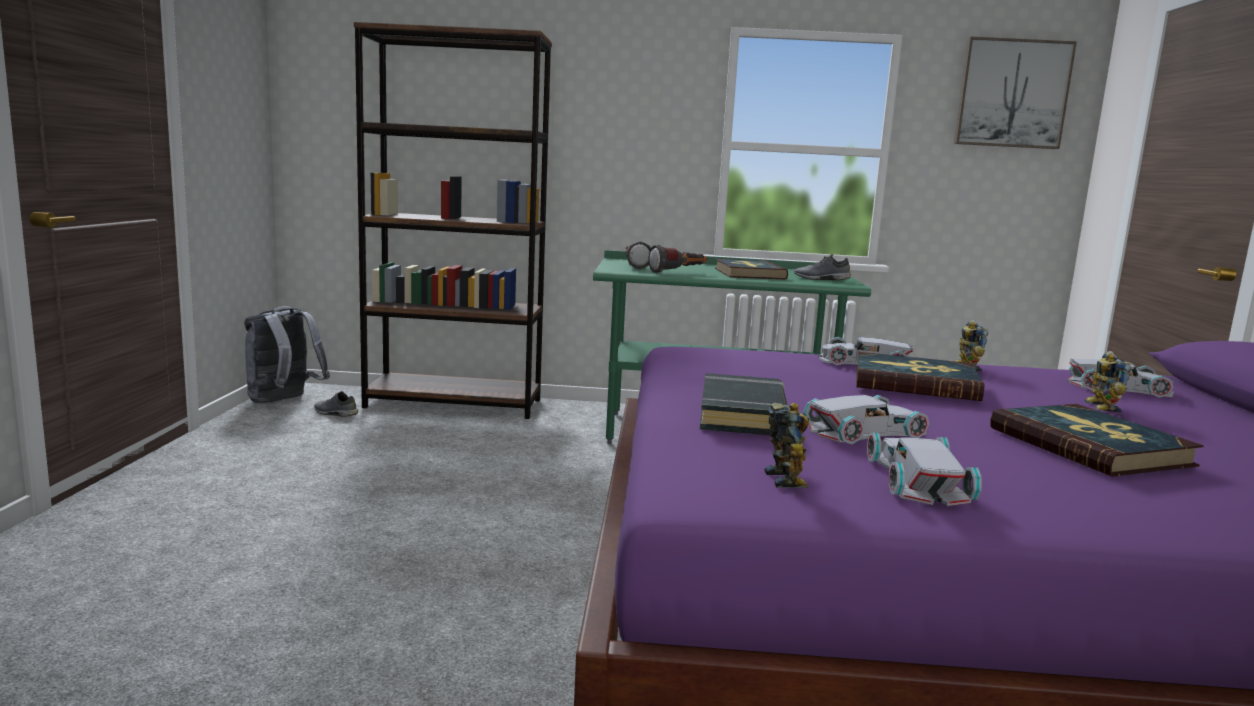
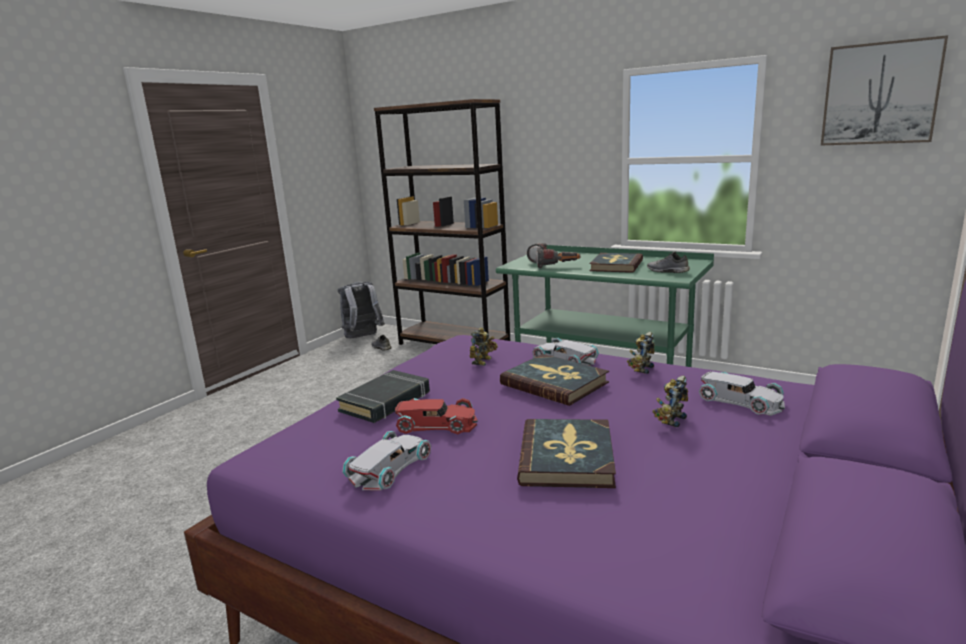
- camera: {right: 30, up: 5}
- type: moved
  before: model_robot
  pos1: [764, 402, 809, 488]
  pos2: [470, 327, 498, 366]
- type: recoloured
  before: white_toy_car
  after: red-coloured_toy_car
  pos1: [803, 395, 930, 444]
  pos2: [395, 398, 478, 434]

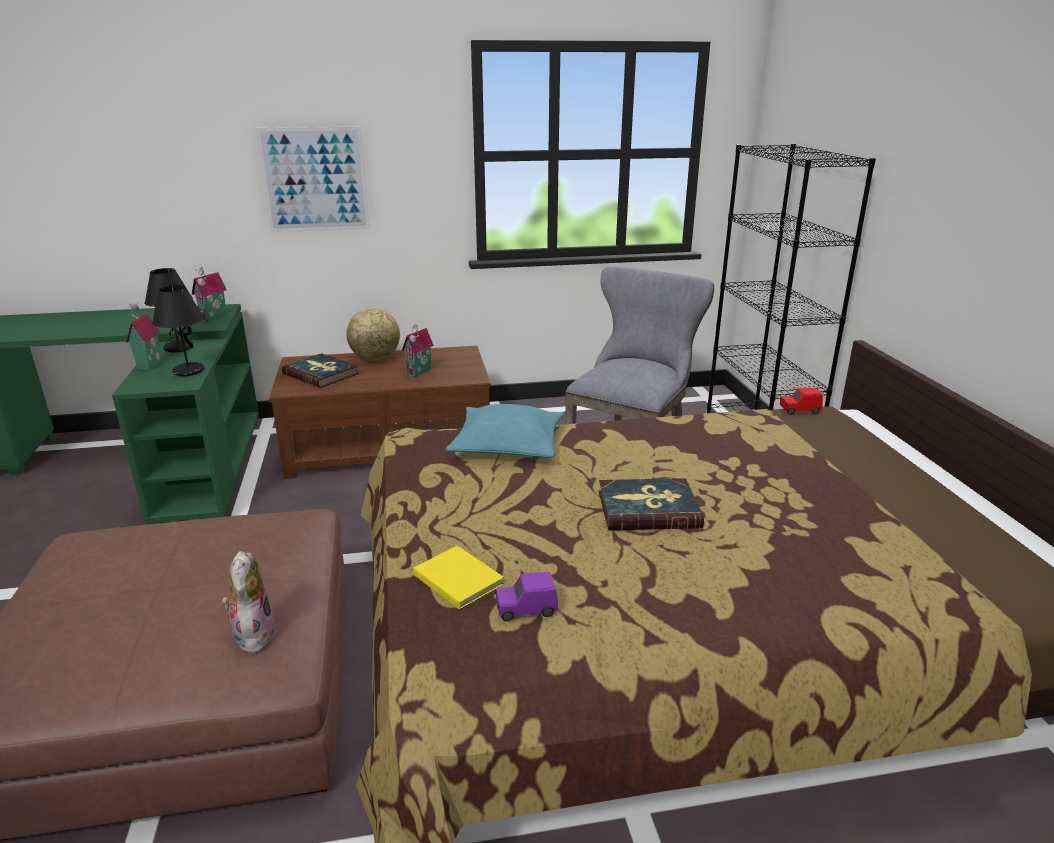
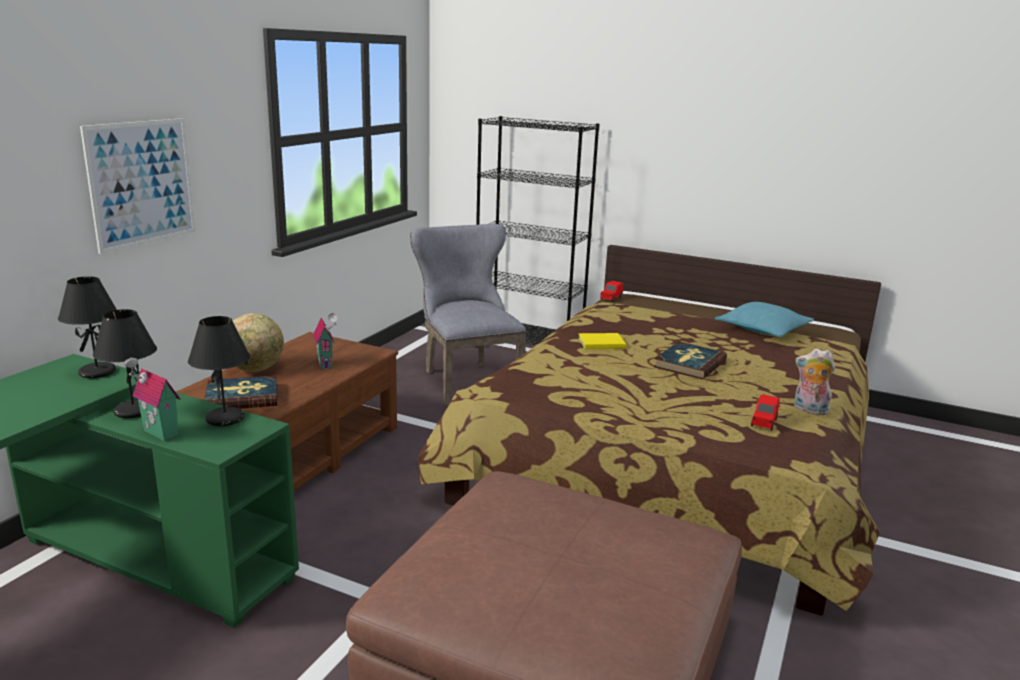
- camera: {right: -55, up: -5}
- type: moved
  before: plush_toy
  pos1: [222, 551, 276, 653]
  pos2: [794, 349, 835, 415]
- type: moved
  before: yellow_volume
  pos1: [413, 546, 504, 610]
  pos2: [578, 333, 626, 349]
- type: moved
  before: turquoise_pillow
  pos1: [446, 404, 564, 458]
  pos2: [715, 302, 814, 337]
- type: replaced
  before: toy_house
  after: black_lamp_for_a_table
  pos1: [192, 267, 227, 322]
  pos2: [58, 276, 117, 378]
- type: recoloured
  before: purple-coloured_toy_car
  after: red-coloured_toy_car
  pos1: [494, 572, 558, 621]
  pos2: [751, 394, 780, 431]

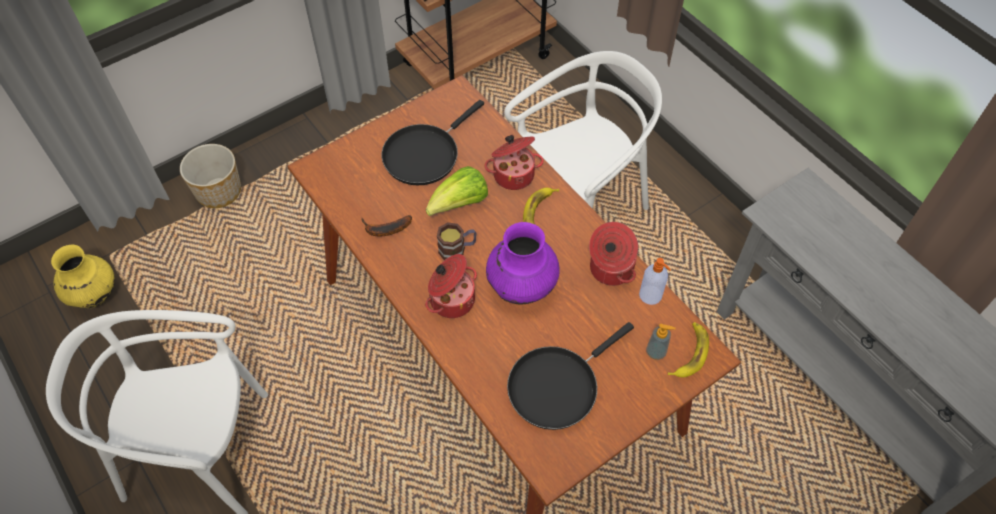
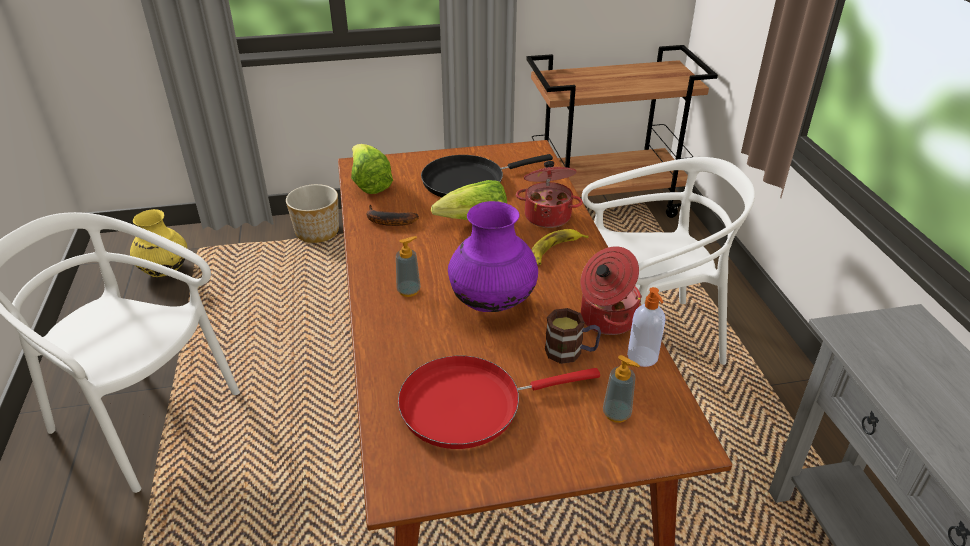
- camera: {right: 25, up: -20}
- type: removed
  before: whole_banana
  pos1: [668, 322, 709, 377]
- type: added
  after: lettuce
  pos2: [351, 144, 393, 194]
- type: moved
  before: coffee_mug
  pos1: [437, 222, 476, 260]
  pos2: [545, 308, 601, 364]
- type: replaced
  before: saucepot
  after: soap_dispenser
  pos1: [425, 254, 477, 318]
  pos2: [396, 236, 421, 297]
- type: recoloured
  before: black_pan
  after: red-coloured_pan
  pos1: [507, 322, 634, 430]
  pos2: [398, 356, 600, 449]

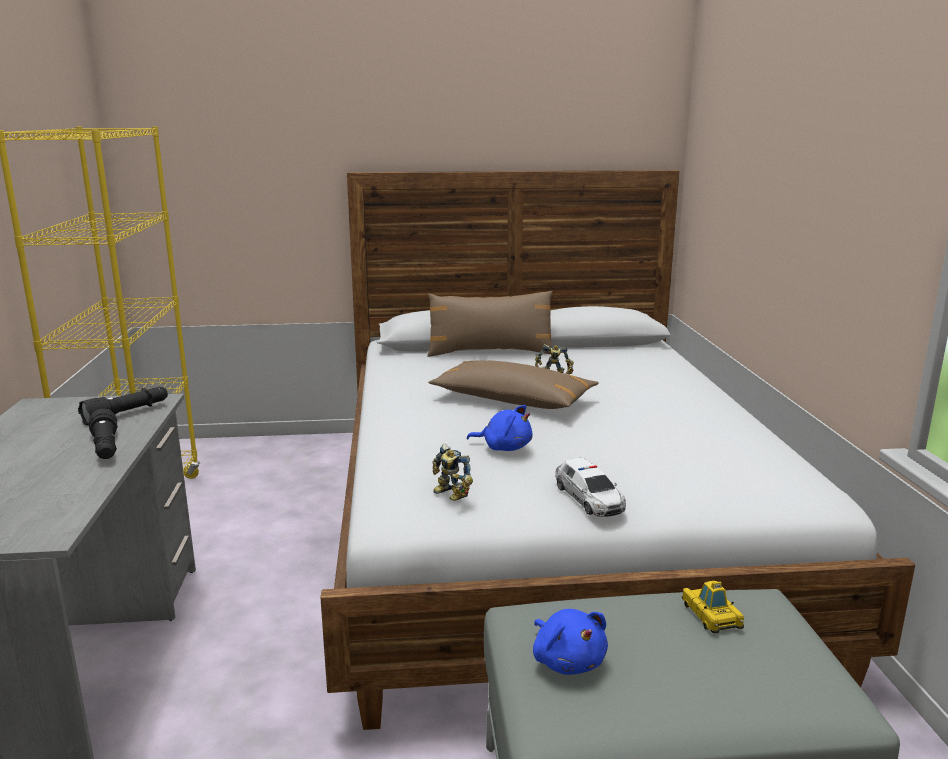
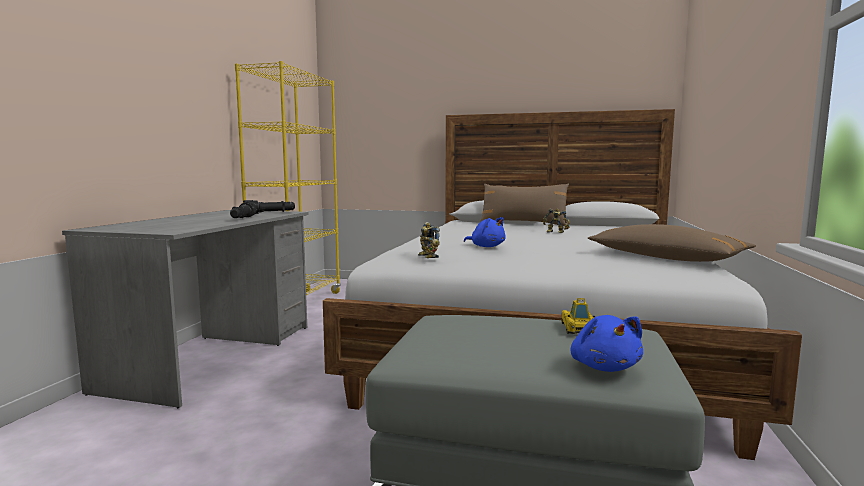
- camera: {right: 20, up: -10}
- type: removed
  before: toy_car
  pos1: [555, 458, 626, 517]
- type: moved
  before: brownish_pillow
  pos1: [428, 360, 599, 409]
  pos2: [588, 224, 756, 262]
- type: moved
  before: blue-coloured_plush_toy
  pos1: [533, 609, 608, 675]
  pos2: [571, 315, 643, 372]

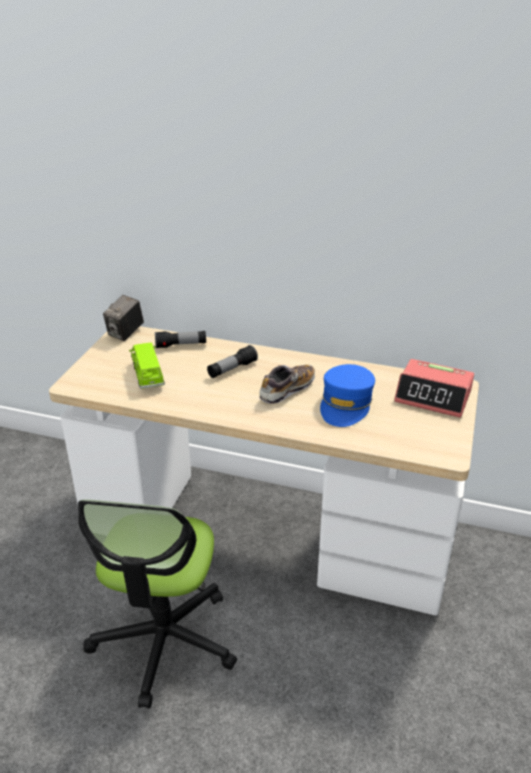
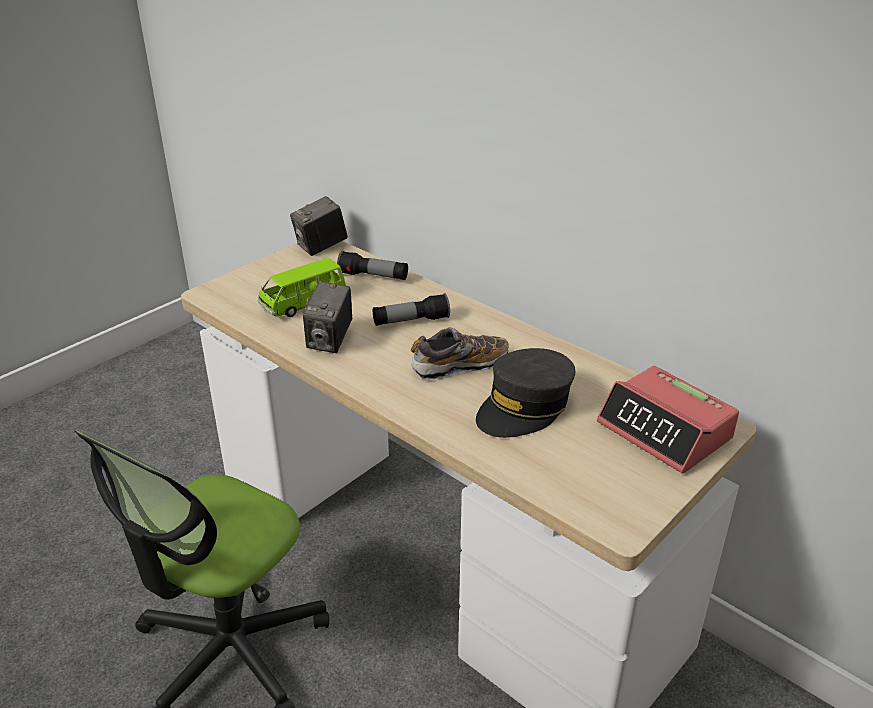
- camera: {right: 25, up: 0}
- type: added
  after: still_camera
  pos2: [303, 281, 352, 353]
- type: recoloured
  before: blue-coloured_peaked_cap
  after: gray_peaked_cap
  pos1: [320, 364, 375, 427]
  pos2: [476, 348, 575, 438]
- type: turned
  before: green-coloured_toy_car
  pos1: [129, 342, 165, 389]
  pos2: [258, 258, 346, 317]
  turn: -135

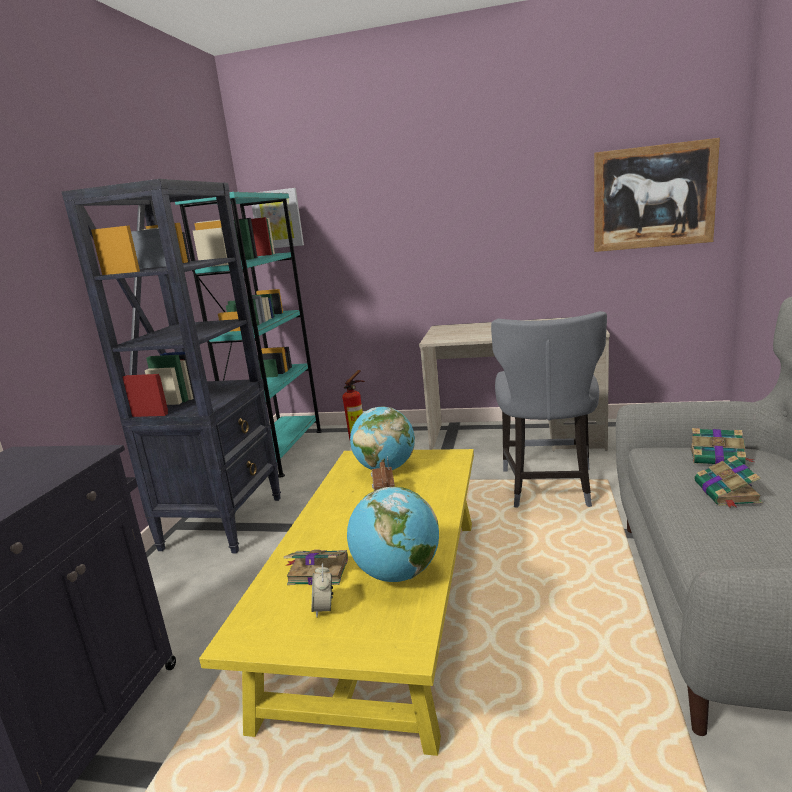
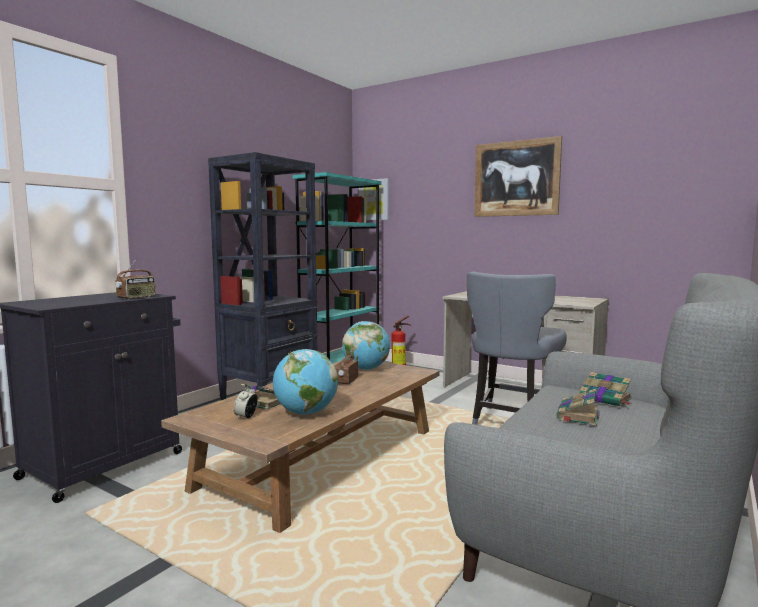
- camera: {right: 20, up: -10}
- type: added
  after: radio_set
  pos2: [115, 258, 156, 299]
- type: moved
  before: picture
  pos1: [594, 138, 720, 252]
  pos2: [474, 136, 562, 217]
- type: recoloured
  before: yellow_coffee_table
  after: brownish_coffee_table
  pos1: [199, 449, 474, 756]
  pos2: [161, 361, 439, 533]

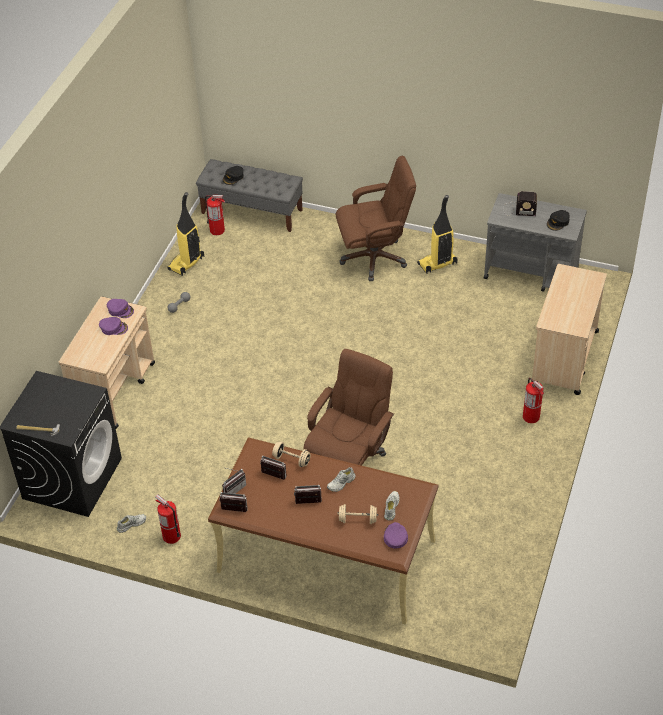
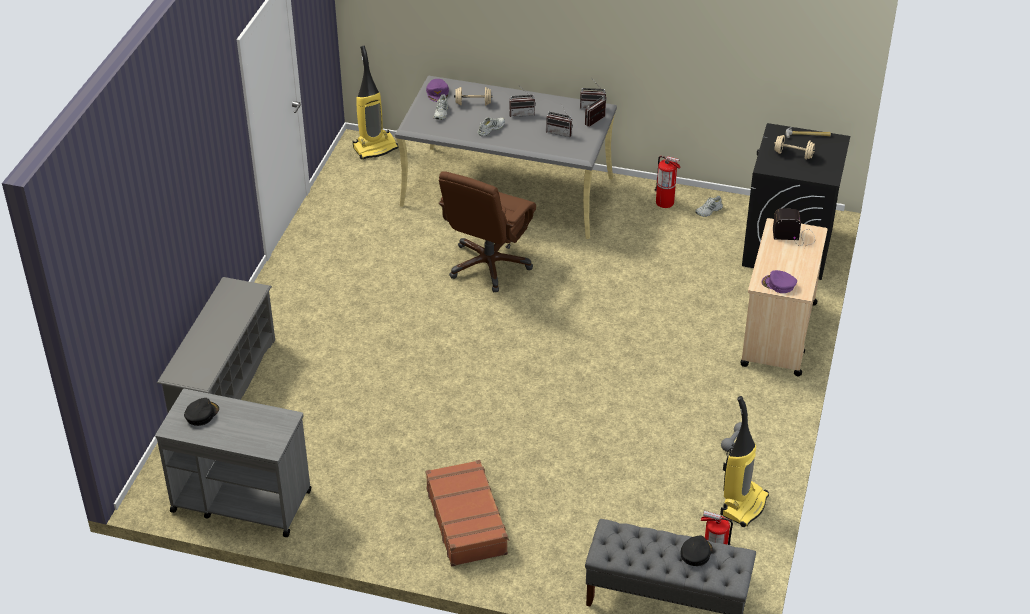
- camera: {right: 175, up: -5}
- type: removed
  before: purple-coloured_peaked_cap
  pos1: [99, 317, 128, 335]
- type: removed
  before: fire-fighting_cylinder
  pos1: [523, 378, 544, 423]
- type: moved
  before: sand-coloured_free_weight
  pos1: [272, 442, 310, 467]
  pos2: [774, 135, 815, 160]
- type: moved
  before: hoover
  pos1: [417, 195, 457, 274]
  pos2: [352, 46, 399, 159]
- type: moved
  before: radio_set
  pos1: [503, 191, 537, 216]
  pos2: [773, 209, 815, 247]
- type: replaced
  before: brownish_desk_chair
  after: brownish_suitcase
  pos1: [336, 156, 416, 281]
  pos2: [426, 460, 510, 566]
- type: replaced
  before: sand-coloured_cart
  after: gray_shoe_stand
  pos1: [531, 264, 607, 395]
  pos2: [157, 277, 275, 413]
- type: recoloured
  before: brownish_desk
  after: gray_desk
  pos1: [208, 437, 438, 624]
  pos2: [395, 76, 617, 239]

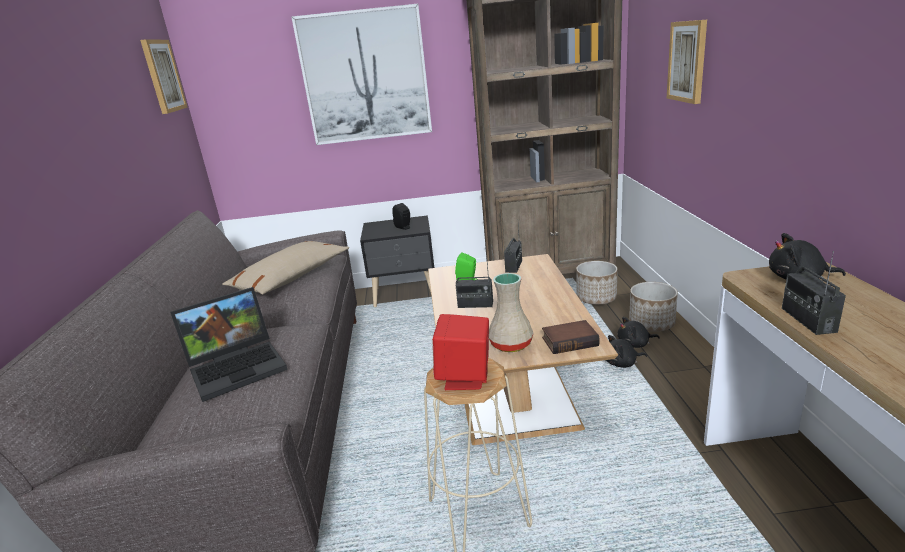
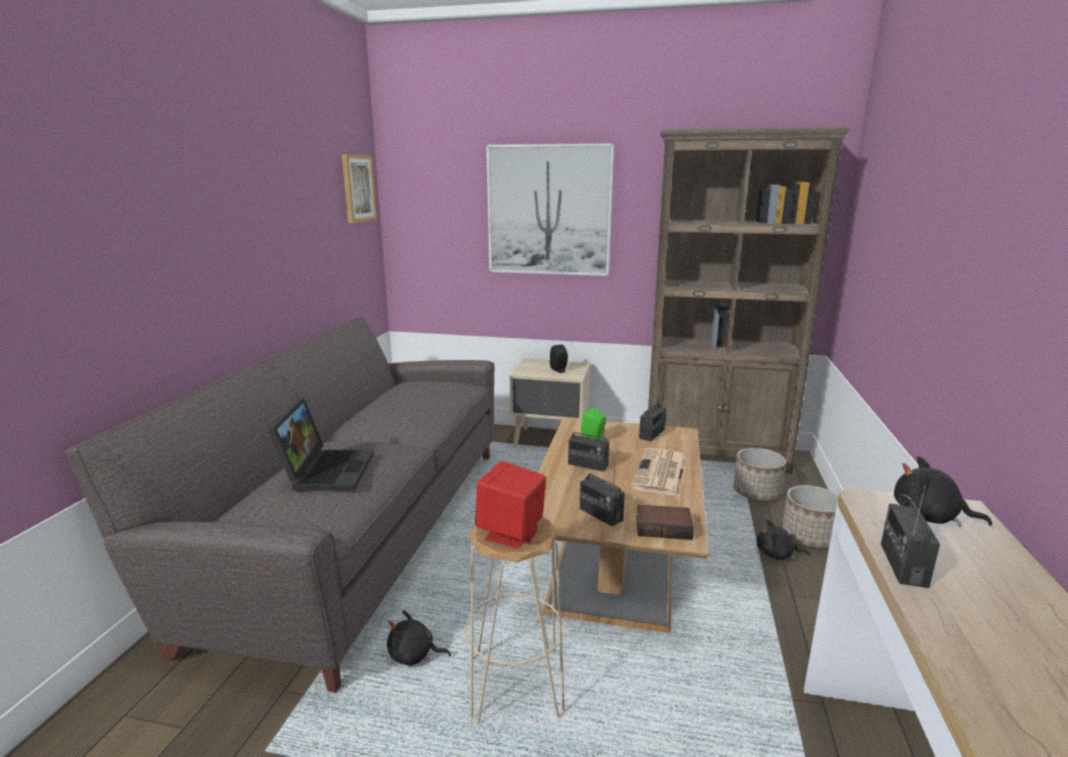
- camera: {right: 15, up: -5}
- type: removed
  before: sand-coloured_pillow
  pos1: [222, 241, 349, 295]
- type: removed
  before: picture
  pos1: [667, 20, 707, 104]
- type: added
  after: printed_paper
  pos2: [631, 448, 687, 497]
- type: moved
  before: black_plush_toy
  pos1: [606, 335, 647, 368]
  pos2: [387, 610, 451, 666]
- type: replaced
  before: sand-coloured_vase
  after: radio_set
  pos1: [489, 273, 533, 352]
  pos2: [580, 463, 625, 526]
- type: recoloured
  before: black_nightstand
  after: sand-coloured_nightstand
  pos1: [360, 215, 435, 307]
  pos2: [510, 358, 591, 448]
- type: turned
  before: notebook_computer
  pos1: [170, 287, 288, 402]
  pos2: [268, 398, 374, 491]
  turn: -75

